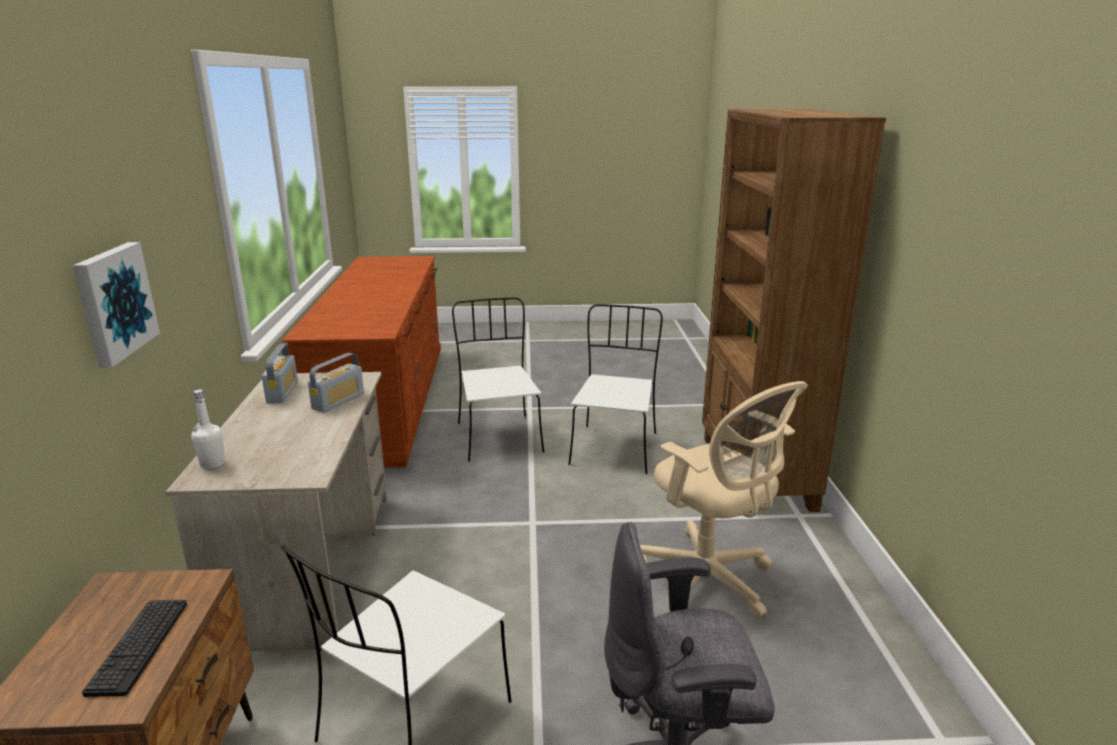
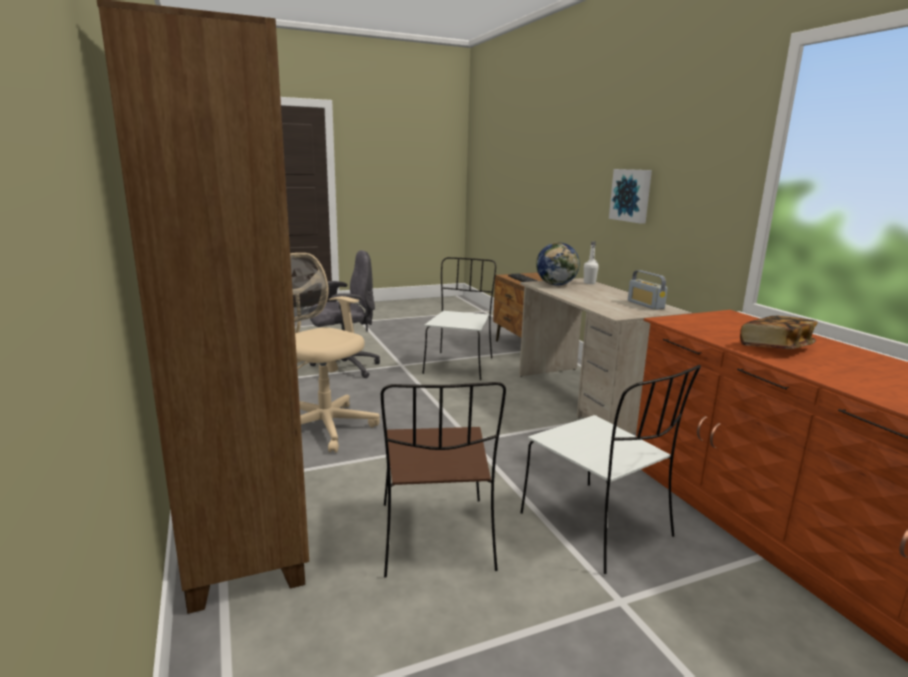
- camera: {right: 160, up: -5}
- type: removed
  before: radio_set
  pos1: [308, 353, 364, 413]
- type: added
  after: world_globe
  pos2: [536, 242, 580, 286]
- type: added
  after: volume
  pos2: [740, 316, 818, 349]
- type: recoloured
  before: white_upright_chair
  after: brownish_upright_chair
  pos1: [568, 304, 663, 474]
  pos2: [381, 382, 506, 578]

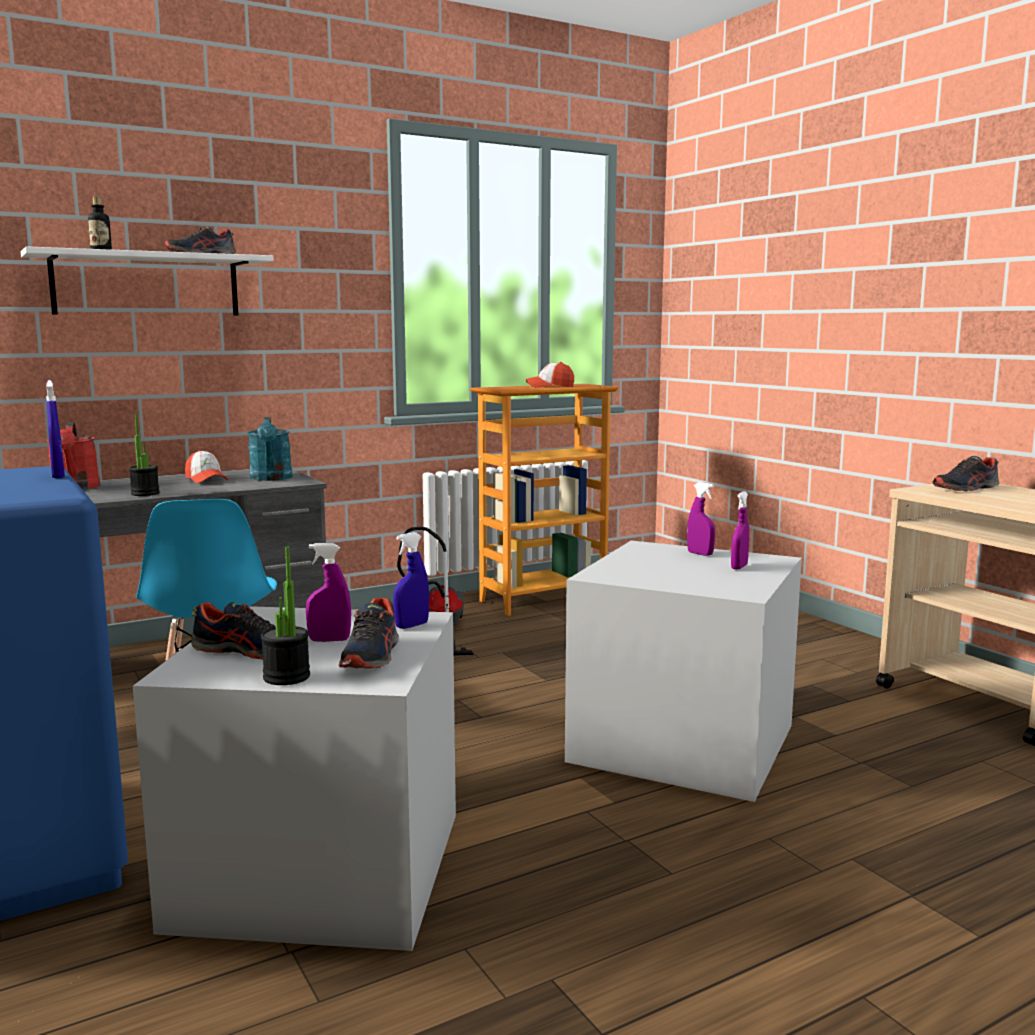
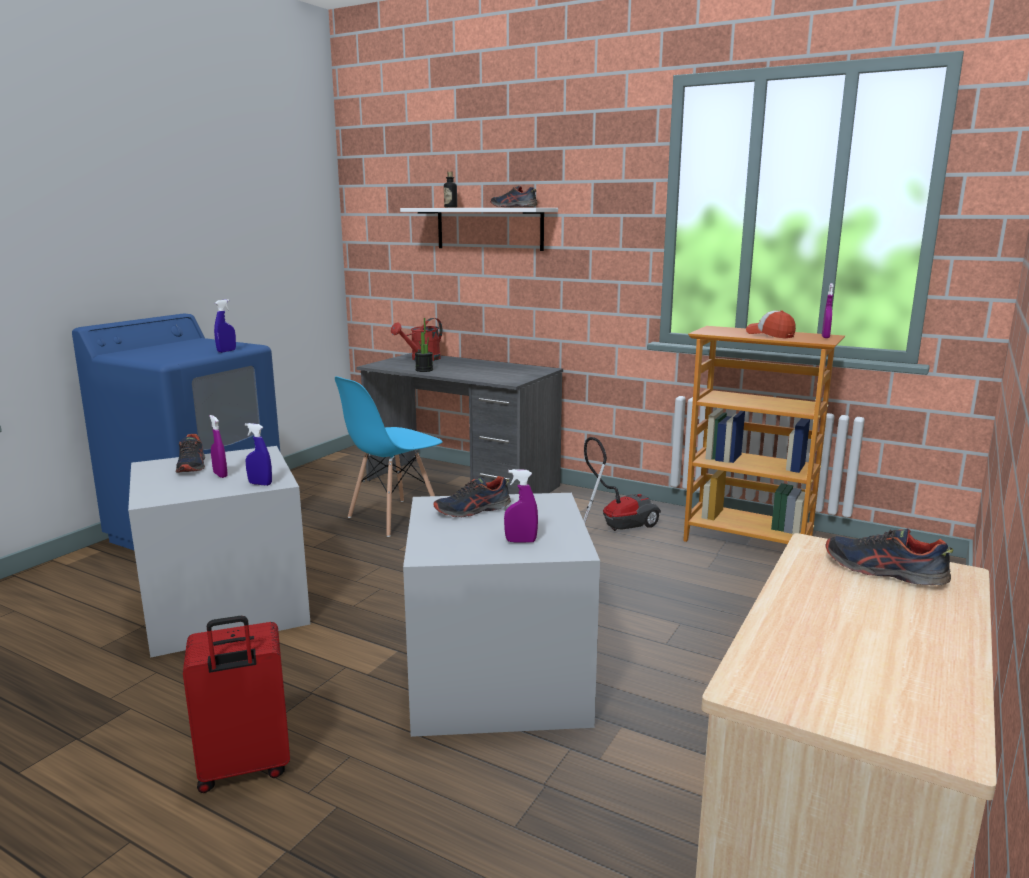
- camera: {right: 60, up: 5}
- type: removed
  before: peaked_cap
  pos1: [185, 450, 228, 484]
- type: removed
  before: turquoise_watering_can
  pos1: [247, 417, 293, 481]
- type: removed
  before: potted_plant
  pos1: [261, 547, 310, 685]
- type: added
  after: red-coloured_suitcase
  pos2: [183, 616, 290, 793]
- type: moved
  before: low_shoe
  pos1: [338, 597, 399, 669]
  pos2: [434, 476, 511, 517]
- type: moved
  before: purple-coloured_sprayer
  pos1: [687, 482, 715, 556]
  pos2: [822, 283, 834, 338]

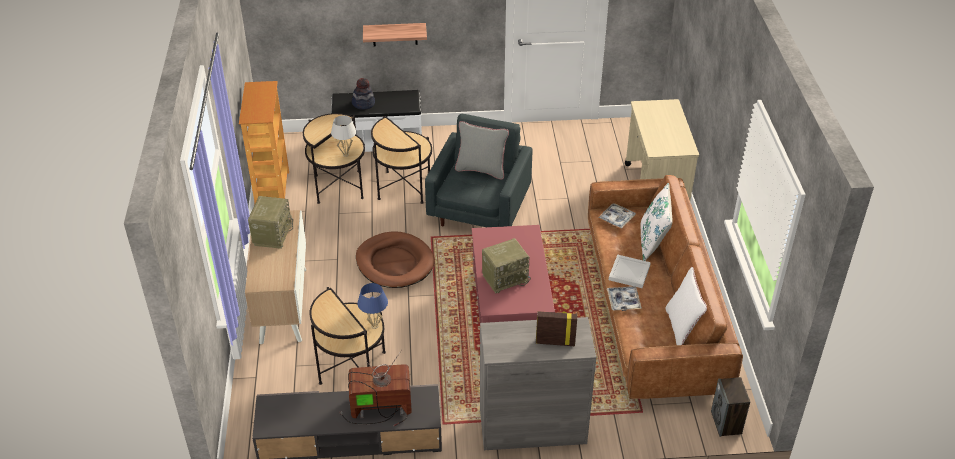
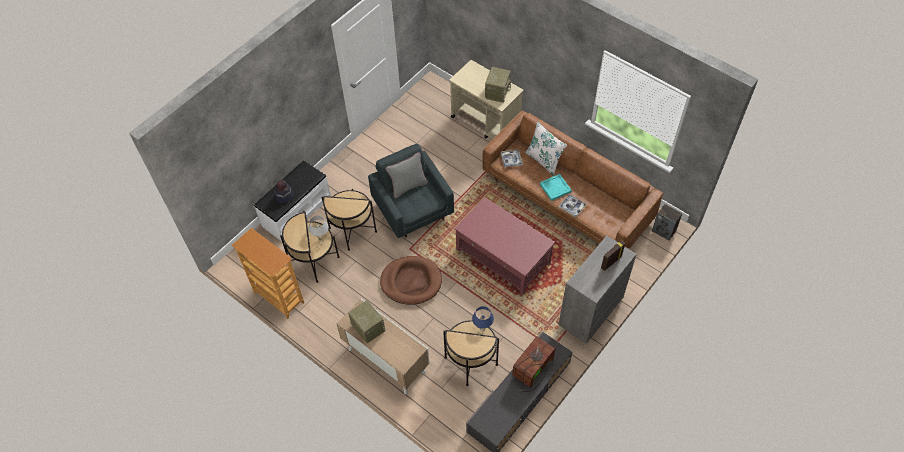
- camera: {right: -45, up: 15}
- type: removed
  before: wall_shelf
  pos1: [363, 23, 427, 46]
- type: removed
  before: white_pillow
  pos1: [665, 267, 707, 345]
- type: moved
  before: radio_set
  pos1: [482, 238, 531, 294]
  pos2: [485, 67, 511, 103]
- type: recoloured
  before: white_carrying_tray
  after: turquoise_carrying_tray
  pos1: [609, 254, 651, 288]
  pos2: [540, 174, 572, 201]

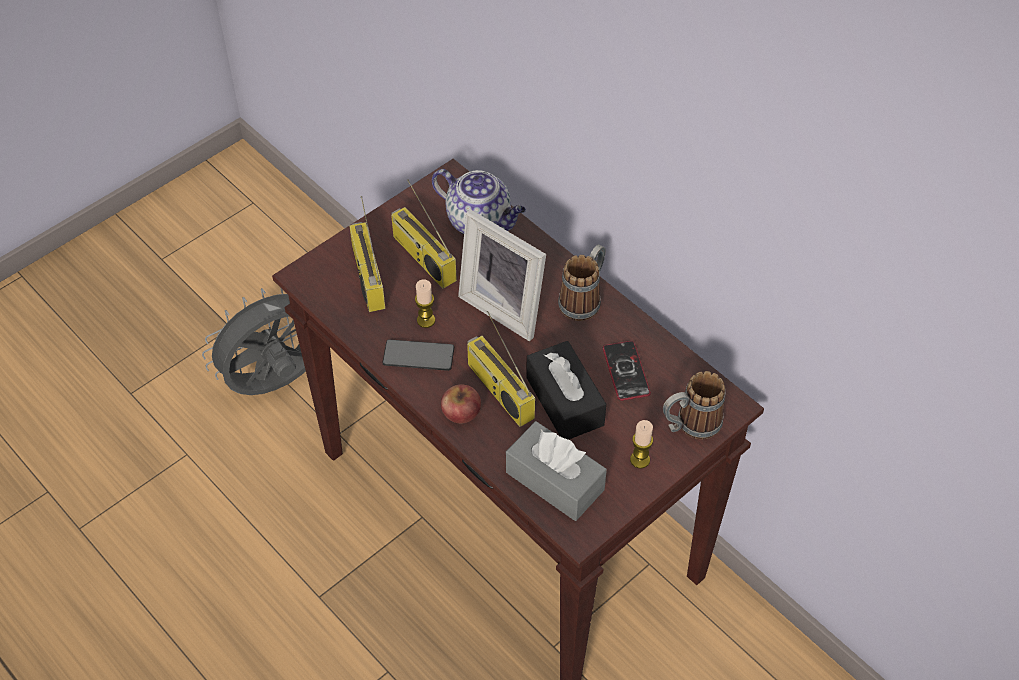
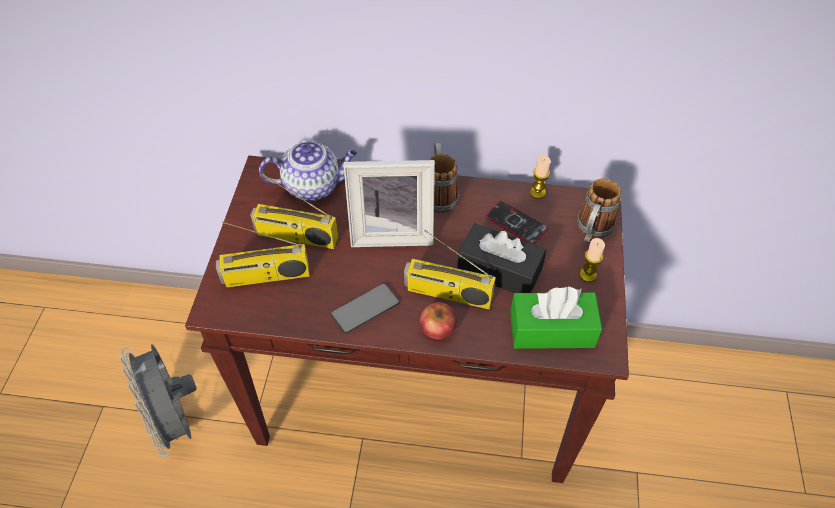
- camera: {right: -40, up: 0}
- type: moved
  before: wax_candle
  pos1: [415, 279, 435, 328]
  pos2: [530, 155, 551, 199]
- type: recoloured
  before: gray_box_of_tissues
  after: green-coloured_box_of_tissues
  pos1: [506, 421, 607, 521]
  pos2: [510, 286, 602, 349]
- type: turned
  before: gray_fan
  pos1: [202, 288, 306, 395]
  pos2: [120, 344, 197, 458]
  turn: -45
- type: turned
  before: radio_set
  pos1: [349, 196, 385, 312]
  pos2: [216, 222, 310, 288]
  turn: -45

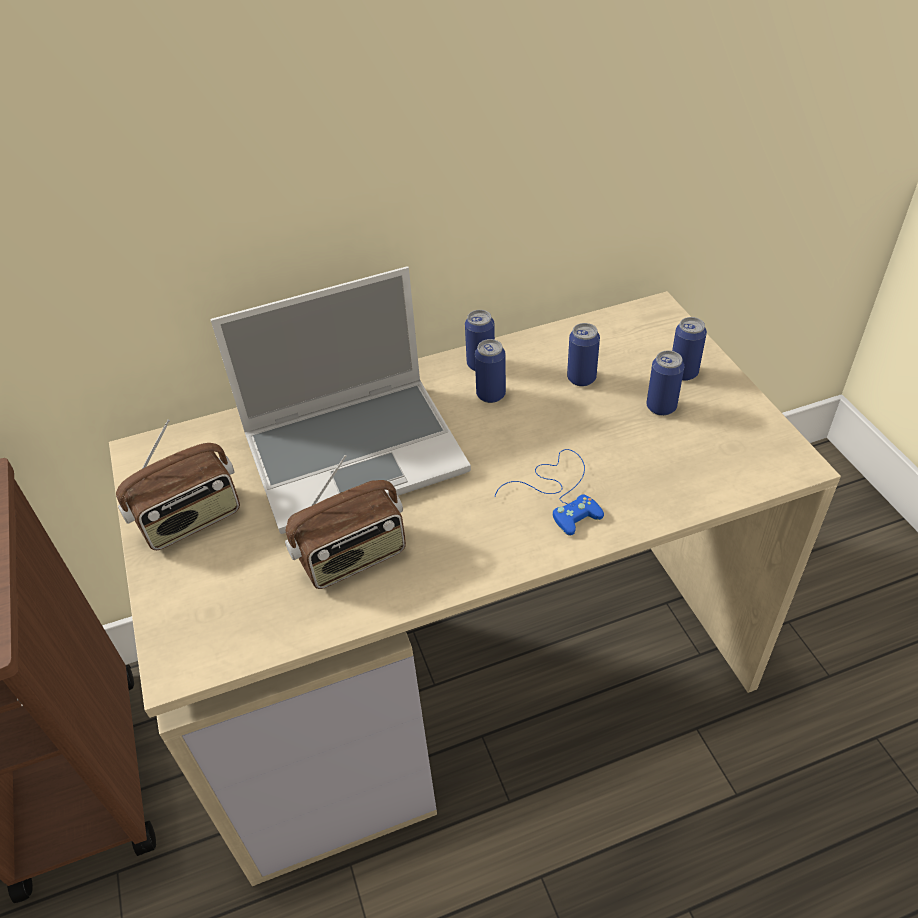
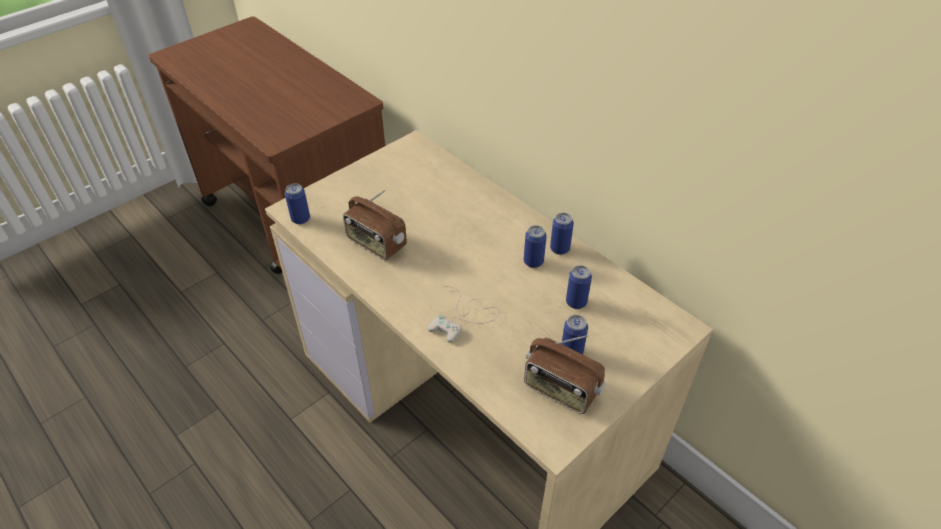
- camera: {right: 65, up: 0}
- type: removed
  before: notebook_computer
  pos1: [210, 266, 471, 534]
- type: moved
  before: radio_set
  pos1: [116, 419, 240, 550]
  pos2: [524, 335, 606, 414]
- type: moved
  before: metal_can
  pos1: [672, 317, 707, 381]
  pos2: [285, 183, 310, 224]
- type: recoloured
  before: blue-coloured_game_controller
  after: white_game_controller
  pos1: [494, 449, 604, 536]
  pos2: [428, 286, 500, 343]

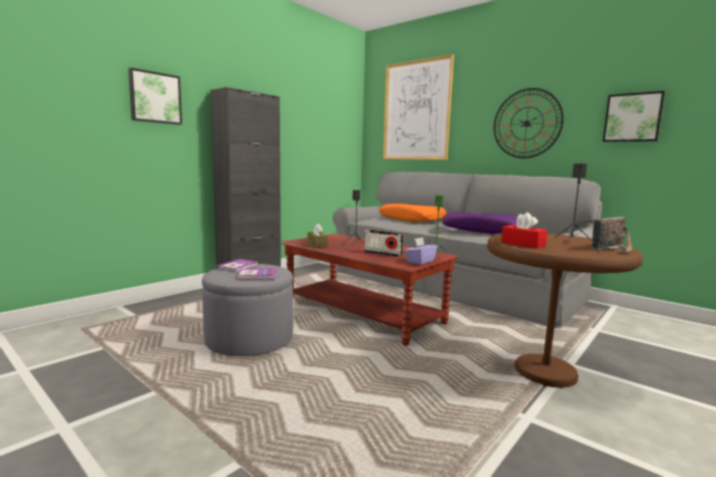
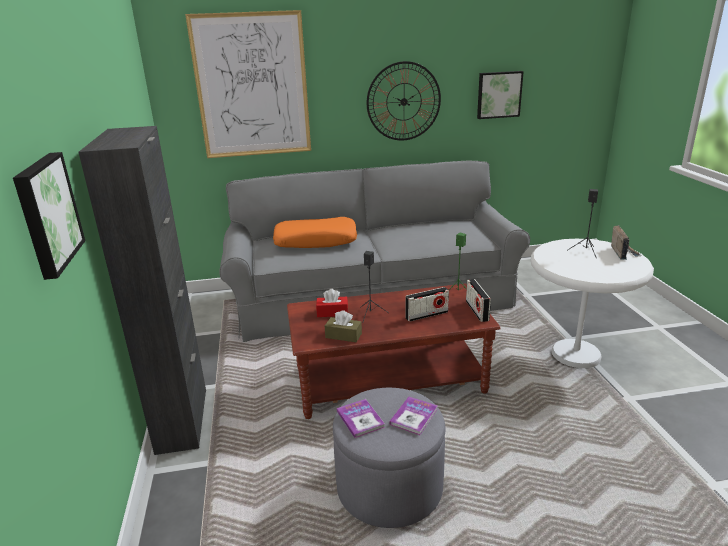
- camera: {right: -50, up: 15}
- type: removed
  before: purple-coloured_pillow
  pos1: [443, 212, 517, 234]
- type: moved
  before: red-coloured_box_of_tissues
  pos1: [501, 212, 548, 248]
  pos2: [316, 289, 348, 317]
- type: replaced
  before: purple-coloured_box_of_tissues
  after: radio_set
  pos1: [405, 237, 437, 265]
  pos2: [466, 279, 491, 322]
- type: recoloured
  before: brownish_accent_table
  after: white_accent_table
  pos1: [487, 234, 643, 388]
  pos2: [531, 239, 654, 368]

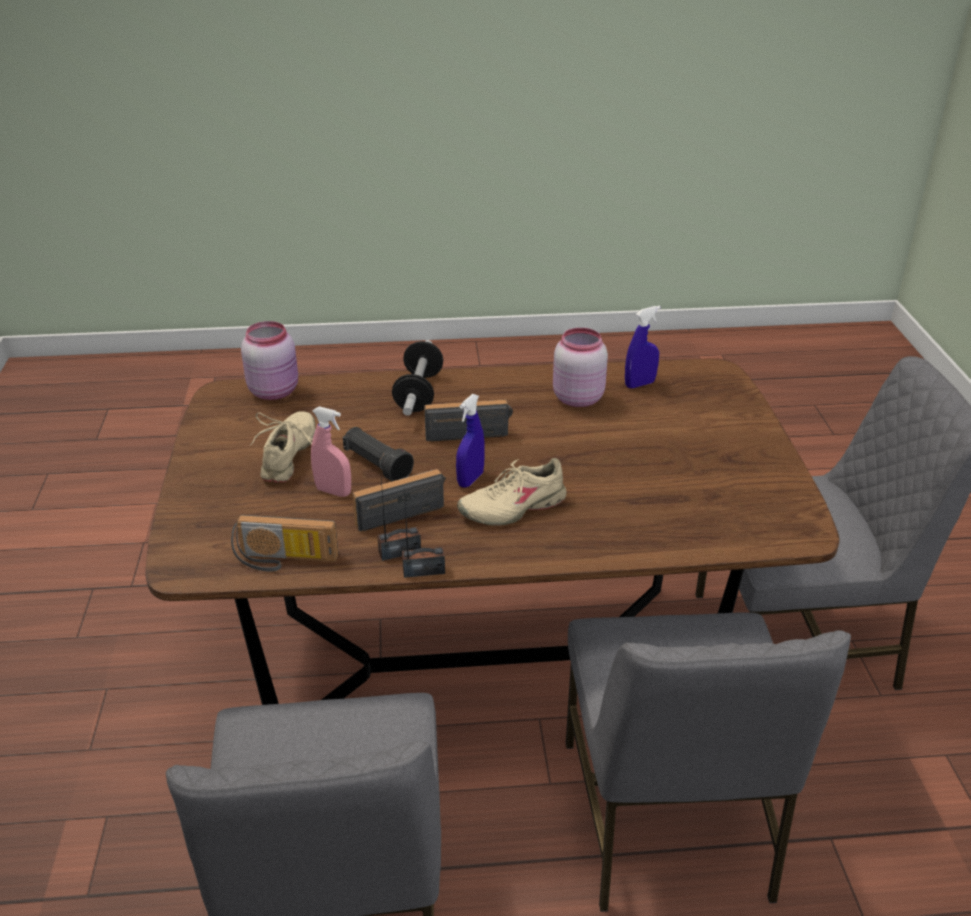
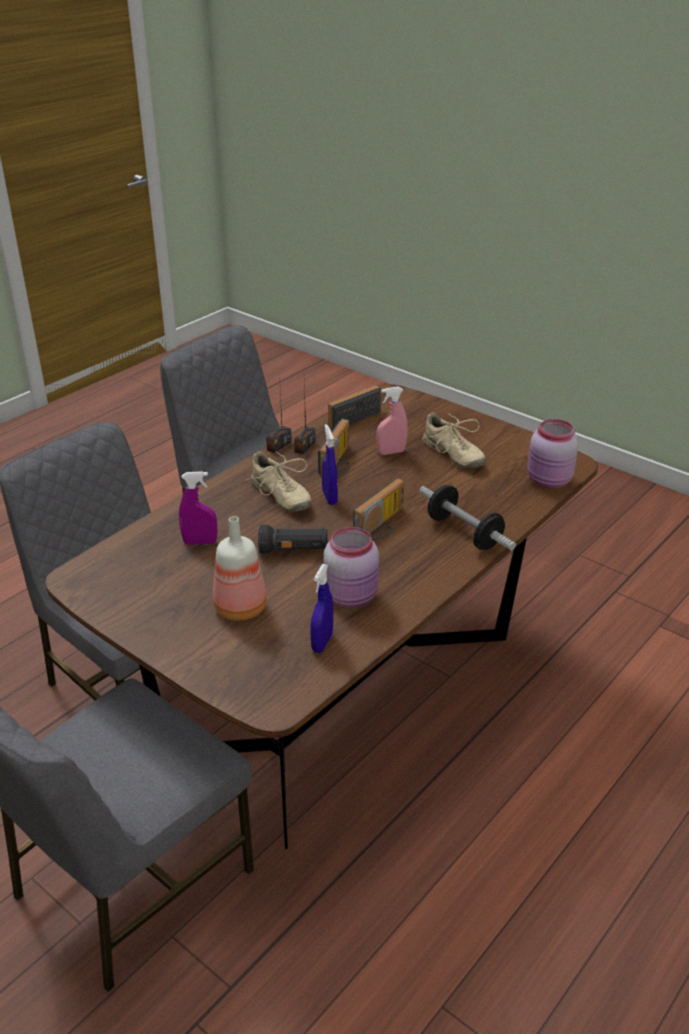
- camera: {right: 135, up: 0}
- type: added
  after: purple-coloured_sprayer
  pos2: [179, 471, 217, 545]
- type: added
  after: drink_bottle
  pos2: [213, 516, 267, 621]
- type: moved
  before: black_hand_torch
  pos1: [343, 427, 414, 481]
  pos2: [258, 525, 328, 554]
- type: turned
  before: sand-coloured_low_shoe
  pos1: [457, 458, 567, 526]
  pos2: [245, 451, 312, 512]
  turn: 120

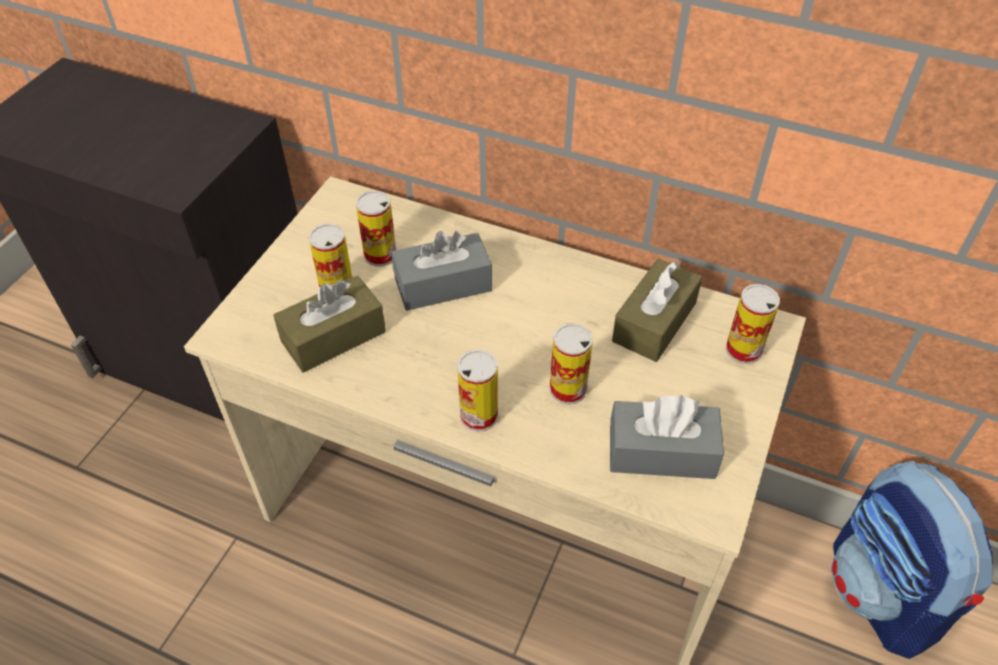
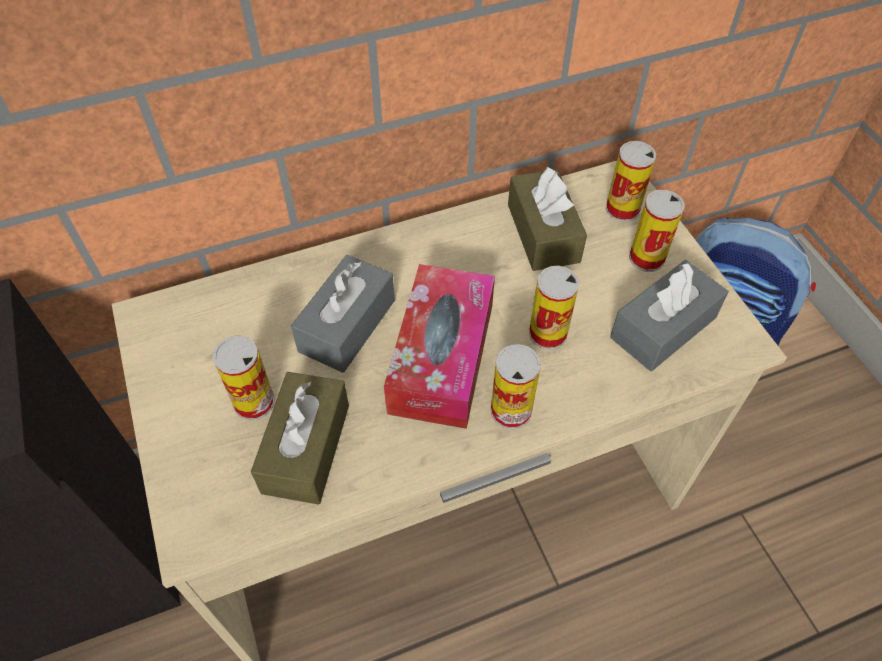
- camera: {right: -45, up: 5}
- type: added
  after: box_of_tissues
  pos2: [384, 264, 495, 429]
- type: moved
  before: metal_can
  pos1: [356, 191, 396, 267]
  pos2: [629, 190, 685, 272]

